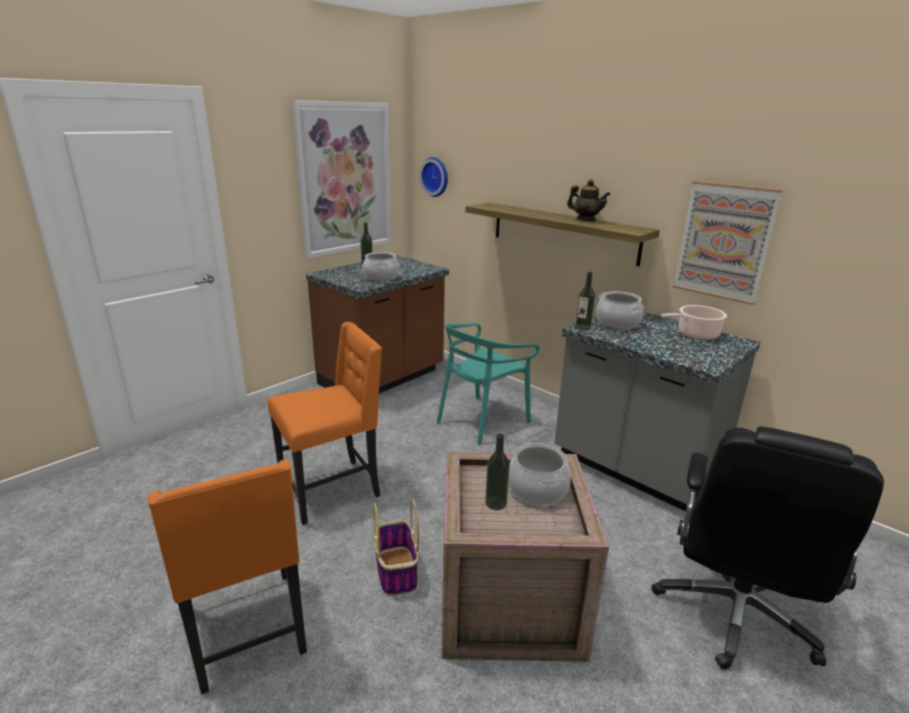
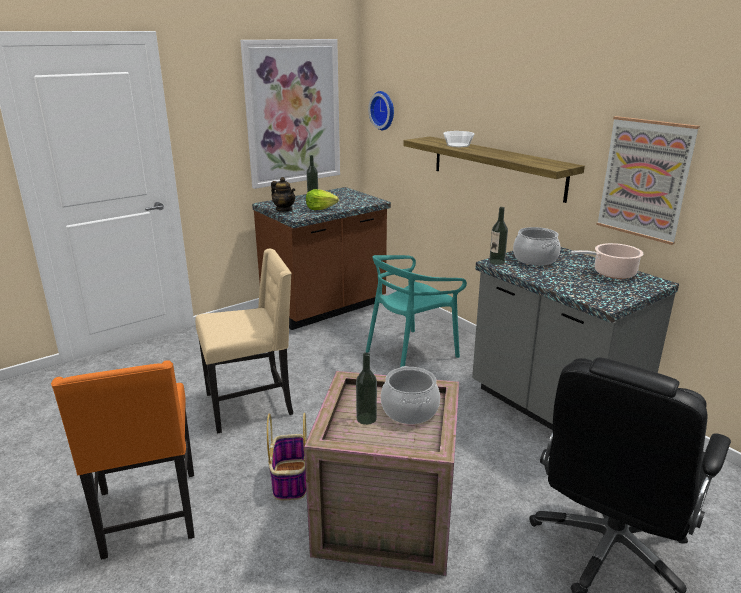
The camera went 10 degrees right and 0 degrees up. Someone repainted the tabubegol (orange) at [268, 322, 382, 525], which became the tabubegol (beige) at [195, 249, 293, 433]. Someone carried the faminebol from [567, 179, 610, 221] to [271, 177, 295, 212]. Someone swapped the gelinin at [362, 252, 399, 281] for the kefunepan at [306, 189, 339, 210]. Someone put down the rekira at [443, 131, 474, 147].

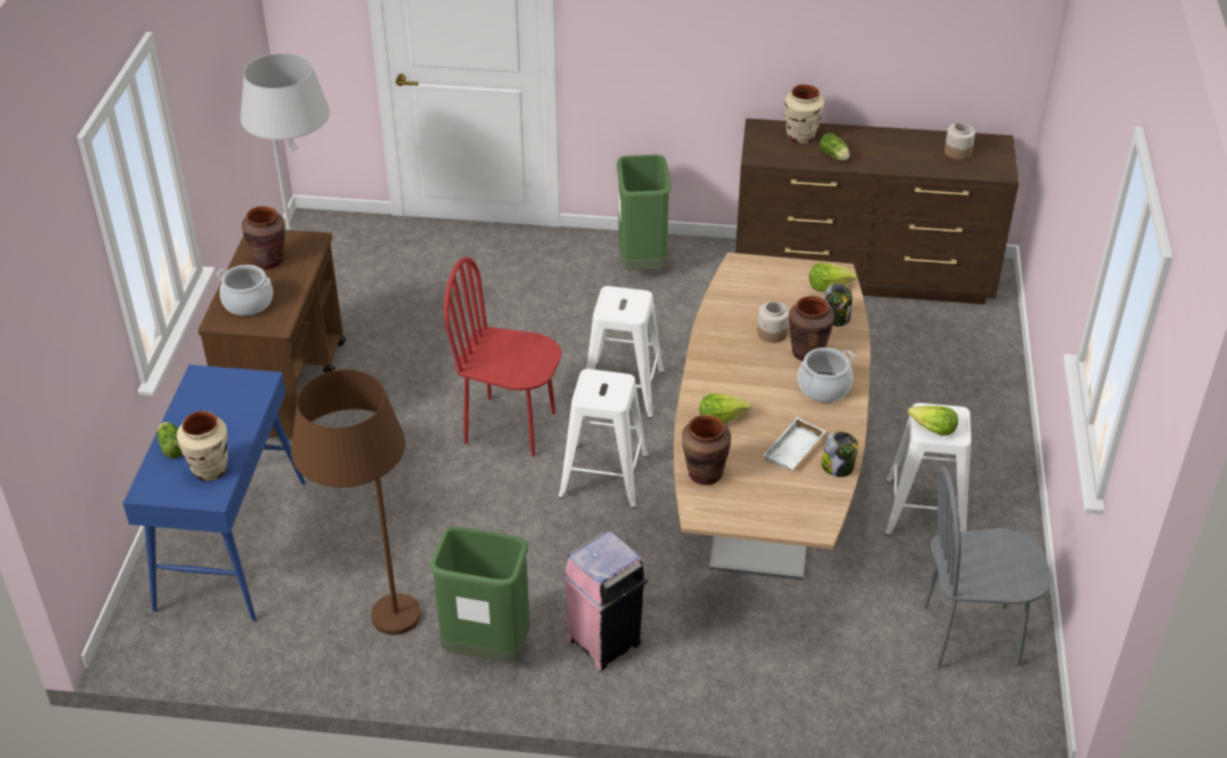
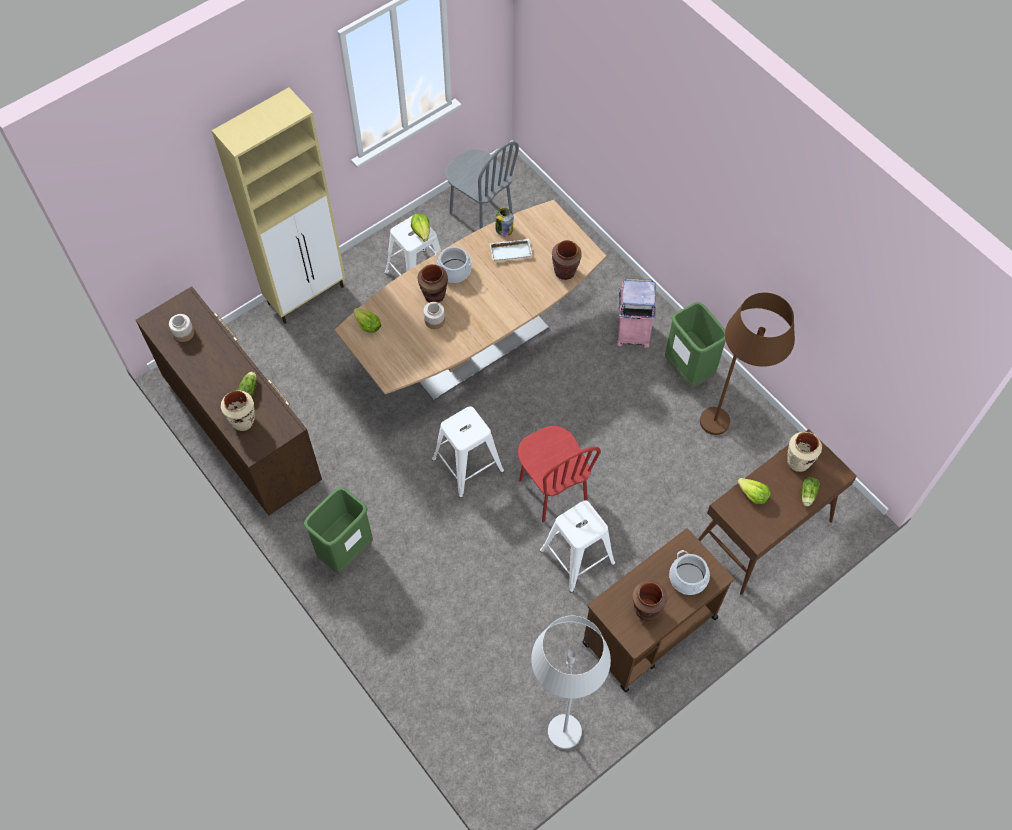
The camera went 135 degrees left and 20 degrees up. Someone put down the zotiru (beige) at [212, 87, 345, 324]. Someone carried the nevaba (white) from [558, 369, 649, 508] to [540, 501, 615, 593]. Someone repainted the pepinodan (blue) at [123, 365, 306, 621], which became the pepinodan (brown) at [698, 429, 857, 595]. Someone carried the kefunepan from [700, 394, 751, 423] to [737, 478, 771, 504]. Someone took away the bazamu at [825, 283, 852, 327].

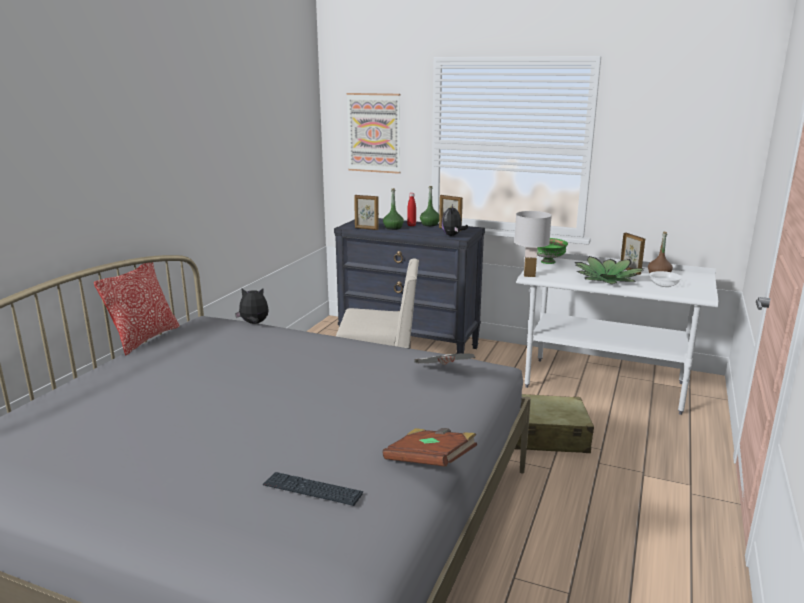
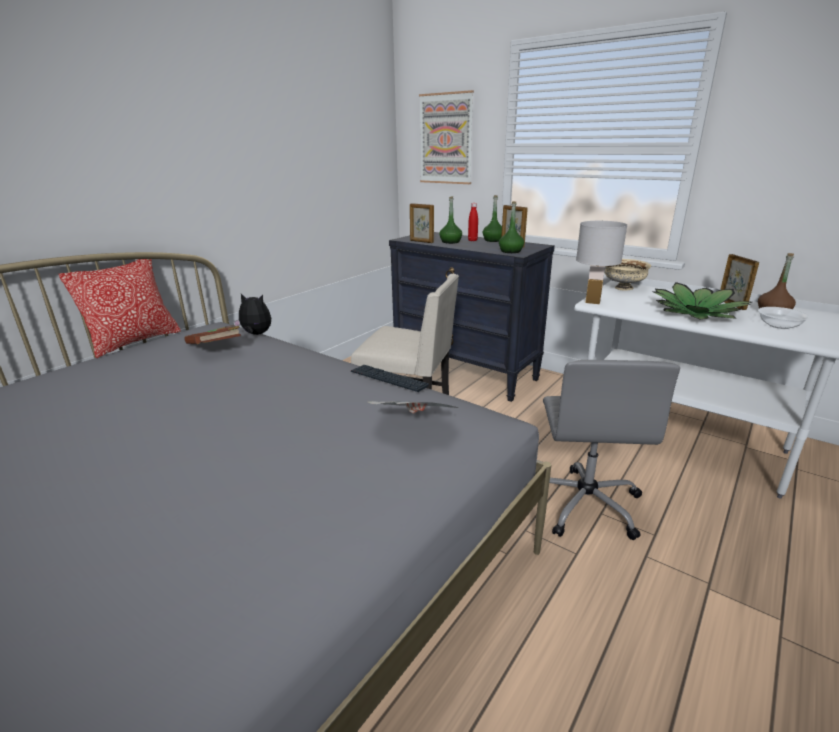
The camera went 15 degrees right and 5 degrees up. Someone carried the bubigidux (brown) from [382, 428, 477, 467] to [184, 325, 241, 344]. Someone carried the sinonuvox from [263, 472, 363, 506] to [351, 365, 429, 392]. Someone swapped the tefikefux at [442, 205, 468, 236] for the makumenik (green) at [499, 201, 524, 253]. Someone swapped the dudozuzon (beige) at [515, 394, 594, 453] for the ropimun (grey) at [543, 360, 680, 540]. Someone repainted the rekira (green) at [537, 238, 568, 264], which became the rekira (beige) at [605, 259, 651, 291].

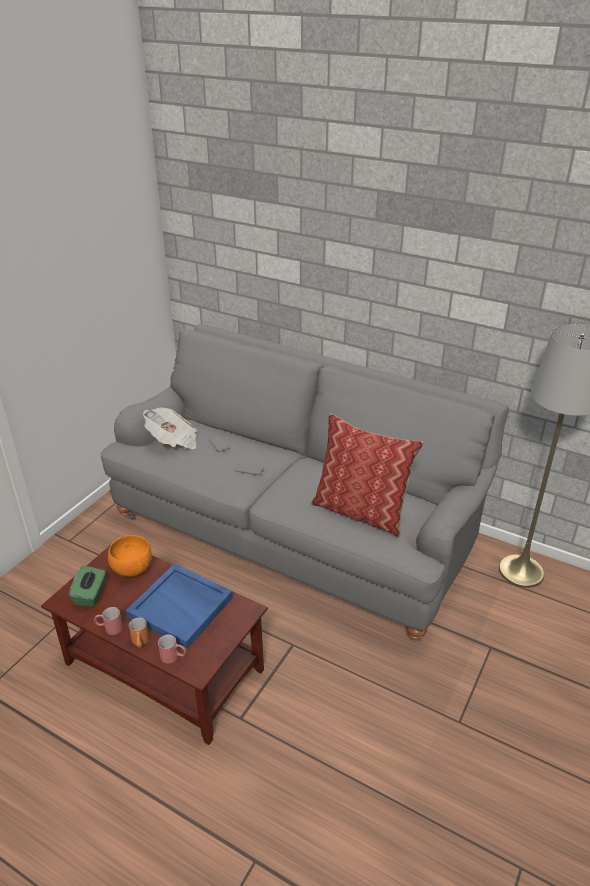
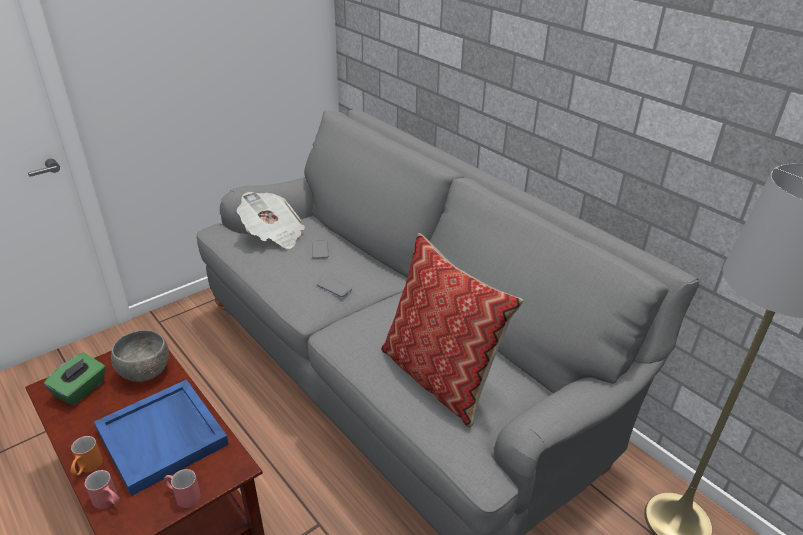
The camera went 20 degrees right and 0 degrees up. Someone repainted the rekira (orange) at [108, 535, 152, 577], which became the rekira (grey) at [111, 330, 169, 382]. Someone carried the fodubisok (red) from [94, 607, 123, 635] to [163, 469, 201, 508].

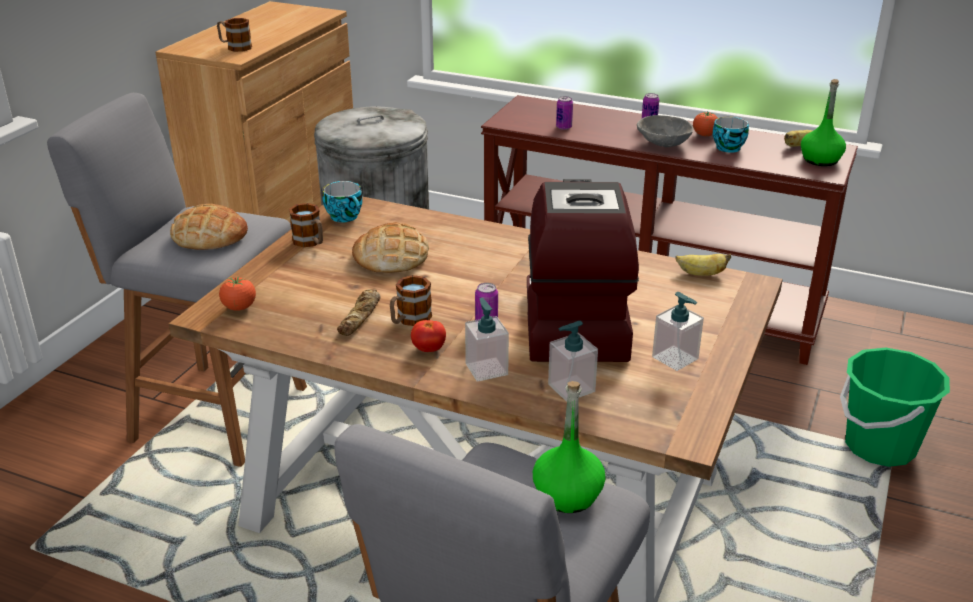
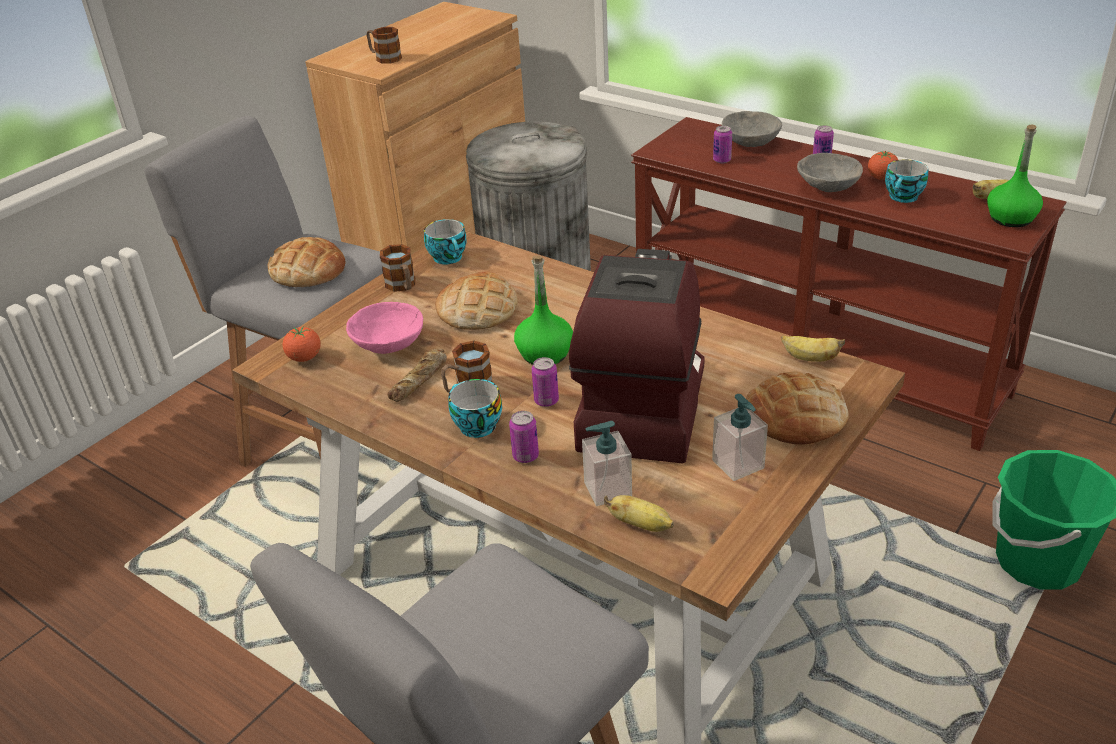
The camera went 15 degrees right and 5 degrees up. Someone put down the rekira (pink) at [346, 302, 423, 354]. Someone swapped the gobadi at [411, 320, 446, 352] for the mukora at [448, 379, 502, 438]. Someone swapped the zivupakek at [465, 298, 509, 382] for the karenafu at [509, 411, 539, 463]. Someone carried the makumenik (green) from [533, 381, 606, 513] to [514, 255, 573, 365]. Someone put down the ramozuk at [604, 495, 674, 532]. Someone put down the rekira (grey) at [722, 111, 782, 147]. Someone put down the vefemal at [746, 371, 848, 445].

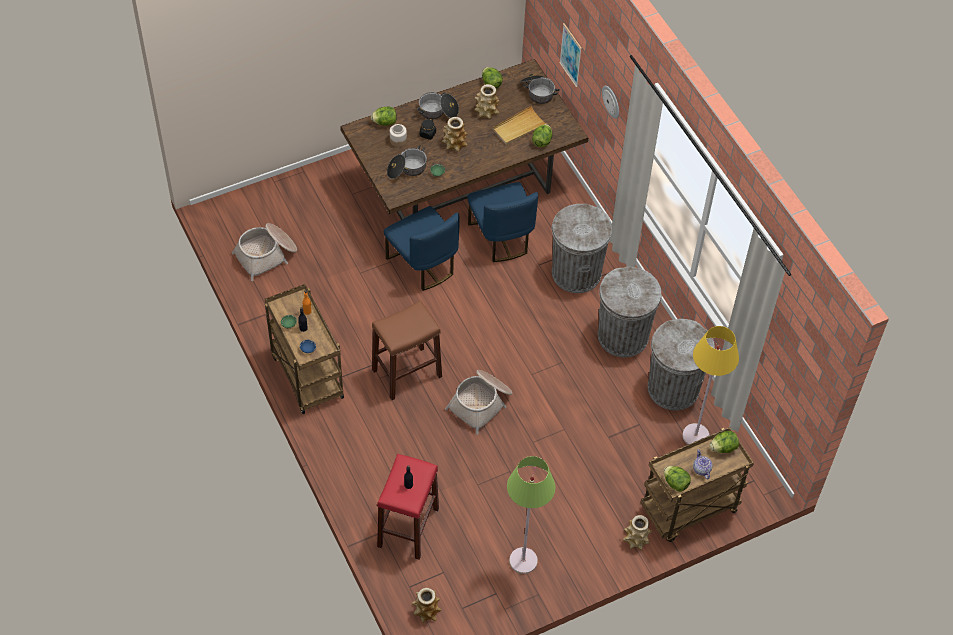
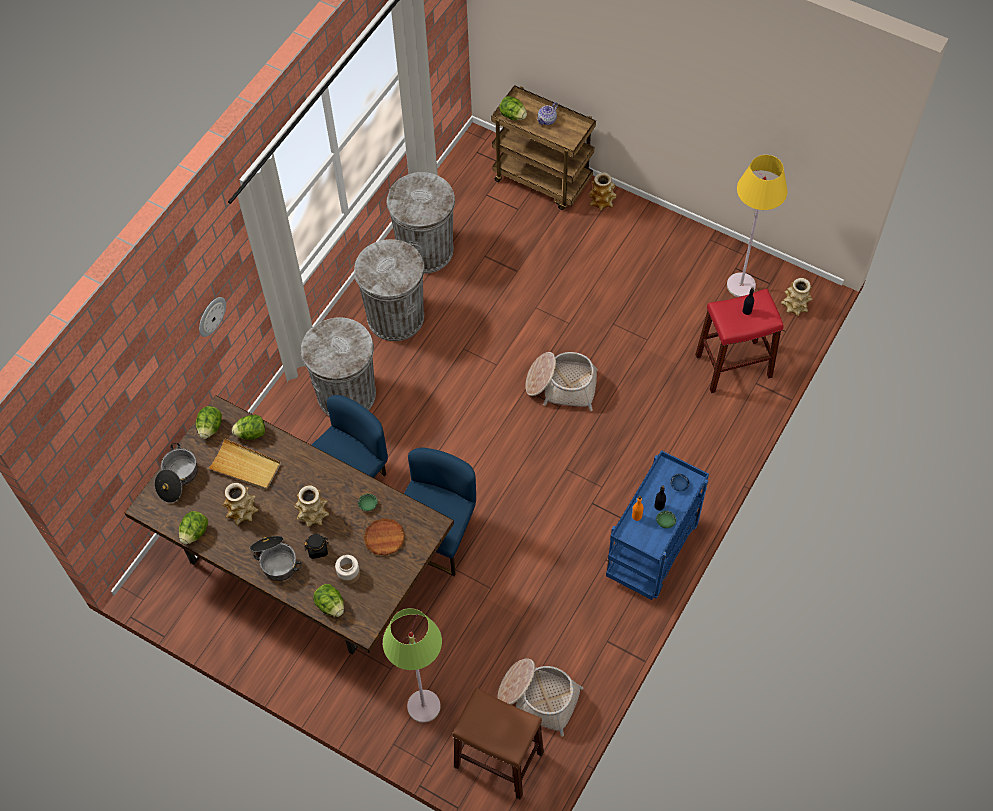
The camera went 120 degrees left and 5 degrees up. Someone carried the kefunepan from [664, 466, 691, 492] to [196, 406, 222, 439]. Someone swapped the gelinin at [387, 145, 427, 179] for the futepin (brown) at [364, 518, 405, 556]. Someone carried the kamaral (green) from [507, 456, 556, 574] to [383, 608, 442, 723]. Someone carried the nevaba (brown) from [372, 301, 442, 400] to [452, 688, 544, 800]. Someone repainted the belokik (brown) at [265, 284, 344, 414], which became the belokik (blue) at [606, 450, 709, 600]. Someone carried the kamaral (yellow) from [682, 326, 739, 444] to [727, 155, 788, 297]. Someone took away the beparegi at [559, 23, 582, 88].

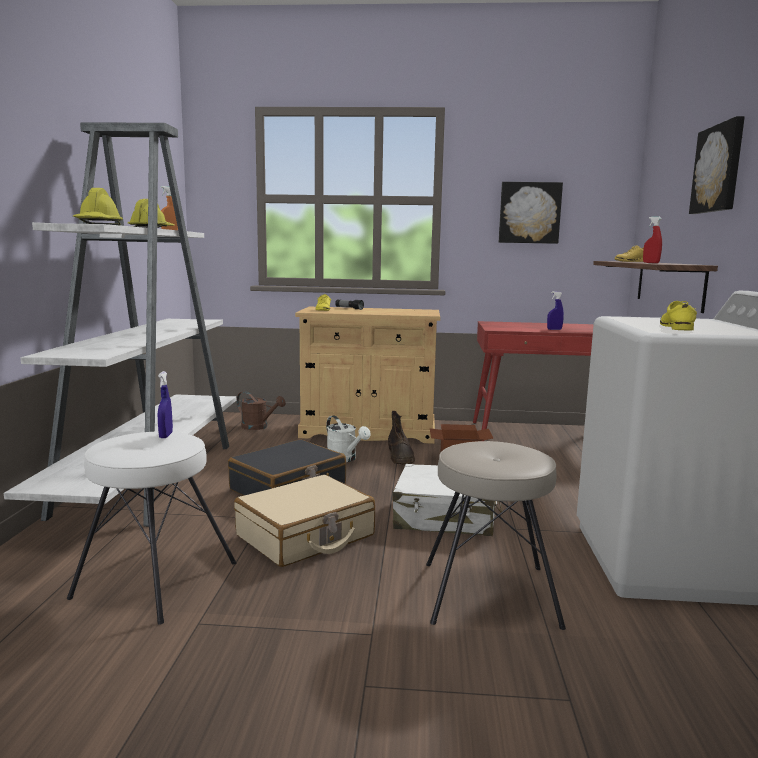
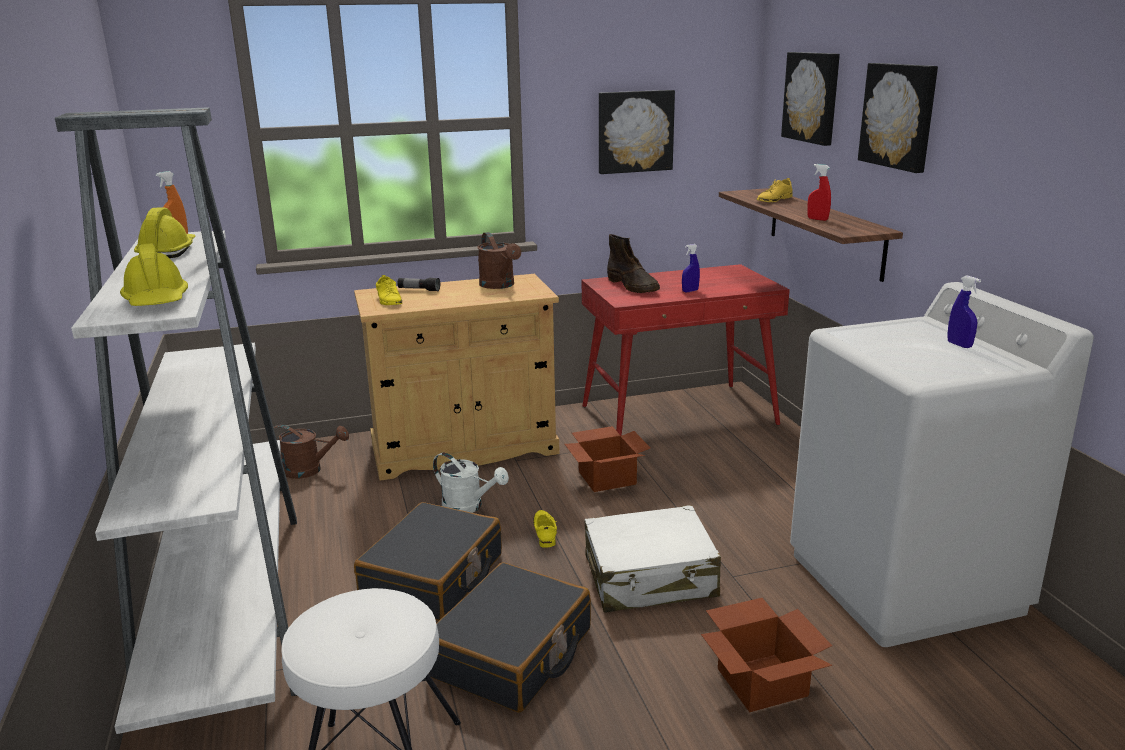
The camera went 20 degrees left and 10 degrees up. Someone repainted the dudozuzon (beige) at [234, 475, 375, 567], which became the dudozuzon (black) at [428, 562, 591, 713]. Someone put down the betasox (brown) at [477, 232, 521, 289]. Someone carried the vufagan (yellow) from [660, 301, 697, 330] to [533, 510, 557, 548]. Someone carried the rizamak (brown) from [388, 411, 415, 465] to [607, 234, 660, 293]. Someone swapped the nevaba (beige) at [426, 441, 566, 630] for the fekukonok at [701, 598, 832, 712]. Someone put up the beparegi at [781, 52, 840, 146]. Someone carried the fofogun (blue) from [158, 371, 173, 438] to [947, 275, 981, 348].

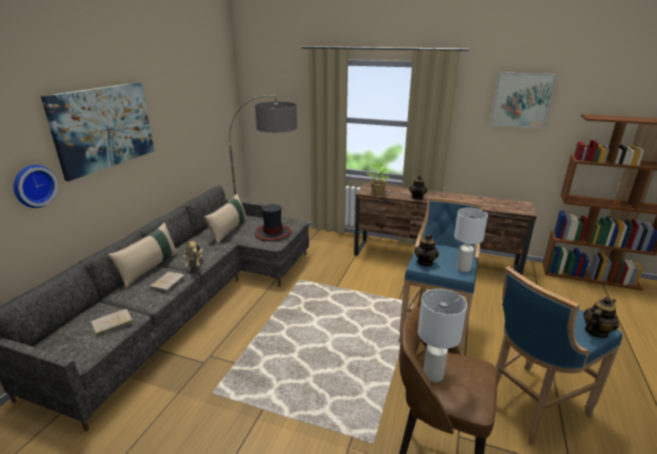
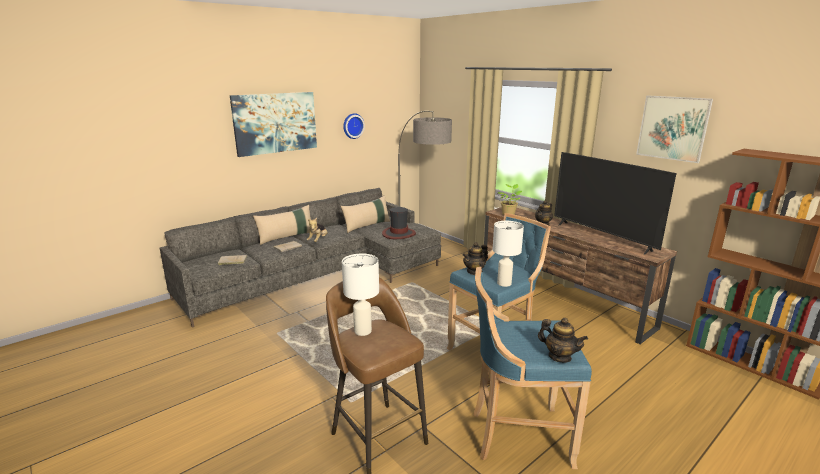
The camera went 30 degrees right and 5 degrees down. Someone carried the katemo from [14, 165, 58, 208] to [343, 113, 365, 139]. Someone rotated the faminebol at [583, 297, 619, 338] by 45 degrees clockwise. Someone put down the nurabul at [554, 152, 677, 255].

